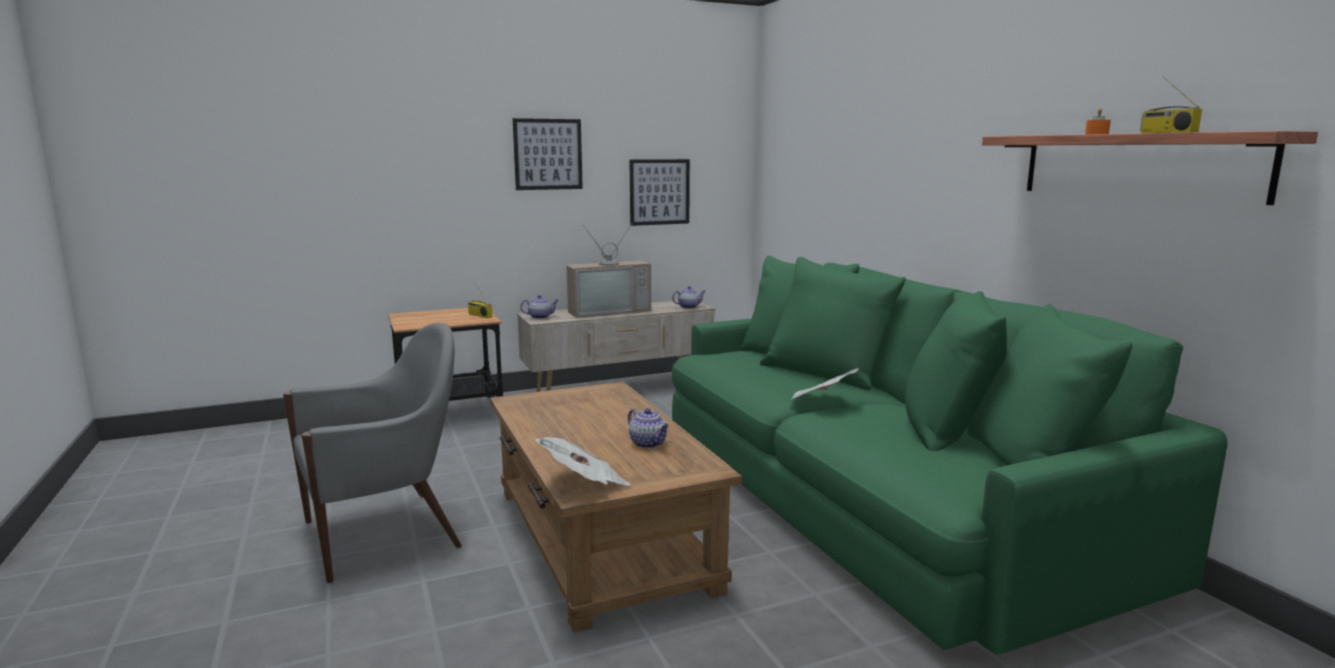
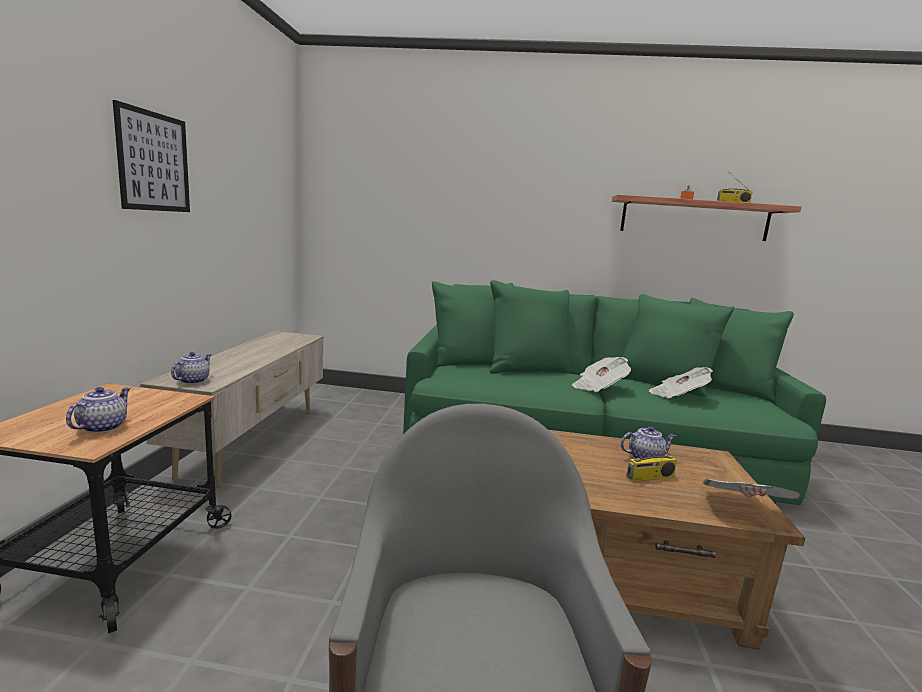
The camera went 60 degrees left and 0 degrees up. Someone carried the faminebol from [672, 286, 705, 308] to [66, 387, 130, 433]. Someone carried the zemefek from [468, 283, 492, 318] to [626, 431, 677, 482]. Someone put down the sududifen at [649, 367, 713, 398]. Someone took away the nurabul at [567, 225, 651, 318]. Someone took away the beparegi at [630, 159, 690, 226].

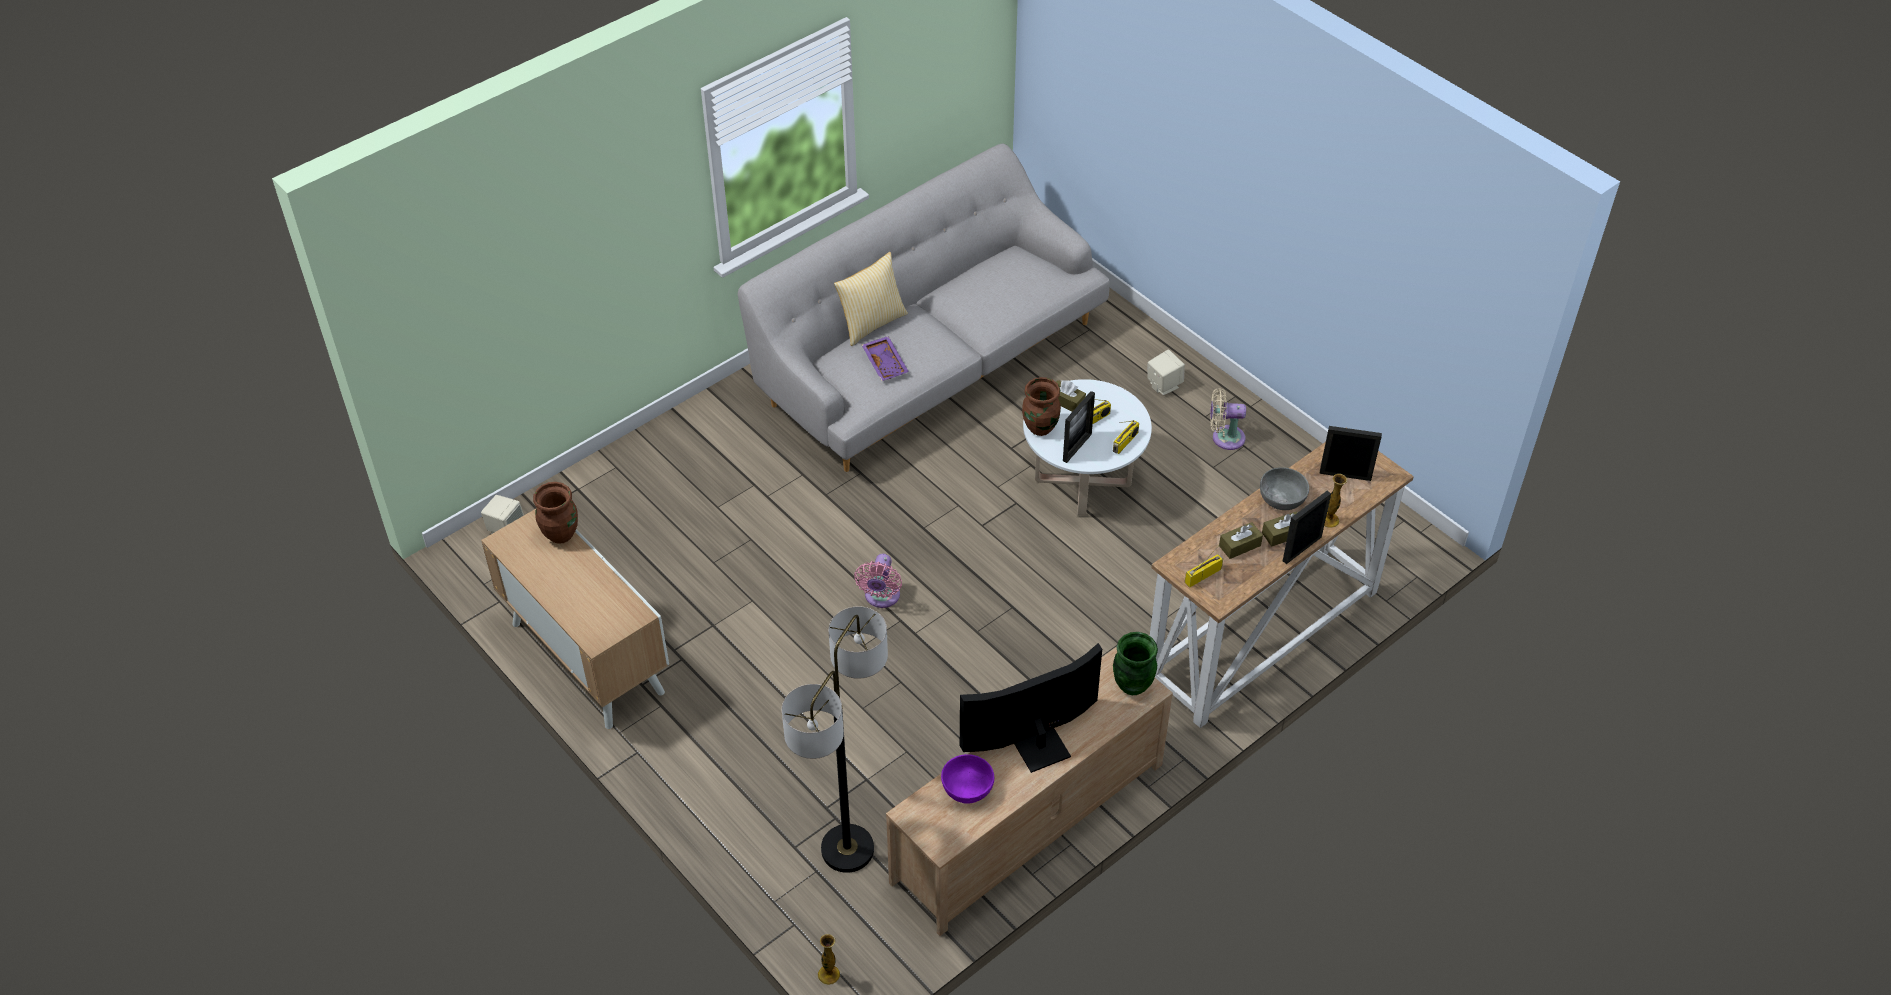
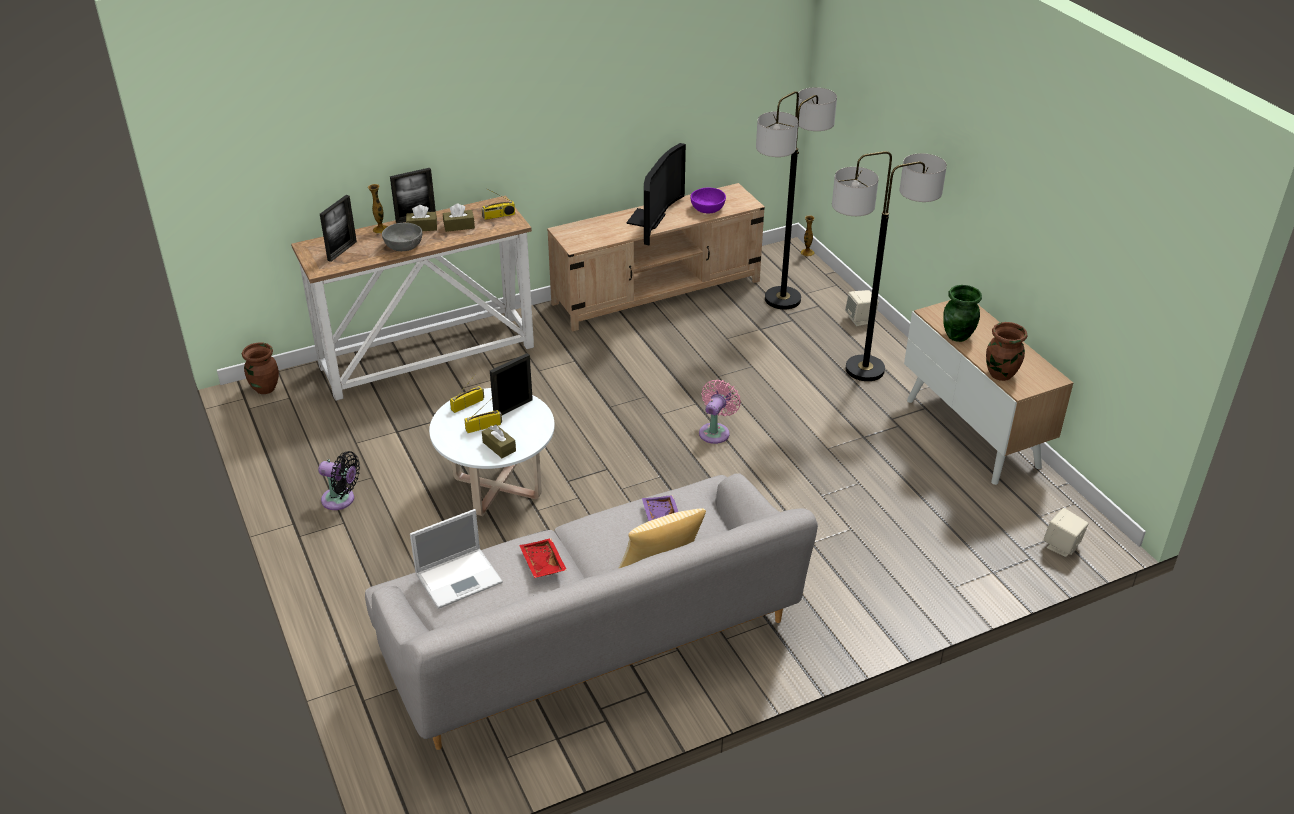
The camera went 165 degrees left and 10 degrees down. Someone carried the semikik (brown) from [1022, 377, 1061, 436] to [242, 343, 279, 394]. Someone repainted the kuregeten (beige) at [1210, 388, 1246, 450], which became the kuregeten (black) at [318, 451, 360, 510]. Someone rotated the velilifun at [1320, 426, 1382, 481] by 90 degrees counterclockwise. Someone put down the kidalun at [410, 509, 503, 609]. Someone put down the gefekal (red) at [519, 538, 567, 578]. Someone rotated the nurabul at [960, 643, 1102, 773] by 60 degrees counterclockwise. Someone put down the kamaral at [832, 151, 947, 381]. Someone carried the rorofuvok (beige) from [1147, 350, 1185, 395] to [845, 290, 879, 326]. Someone carried the semikik (green) from [1113, 632, 1158, 695] to [943, 285, 982, 342].

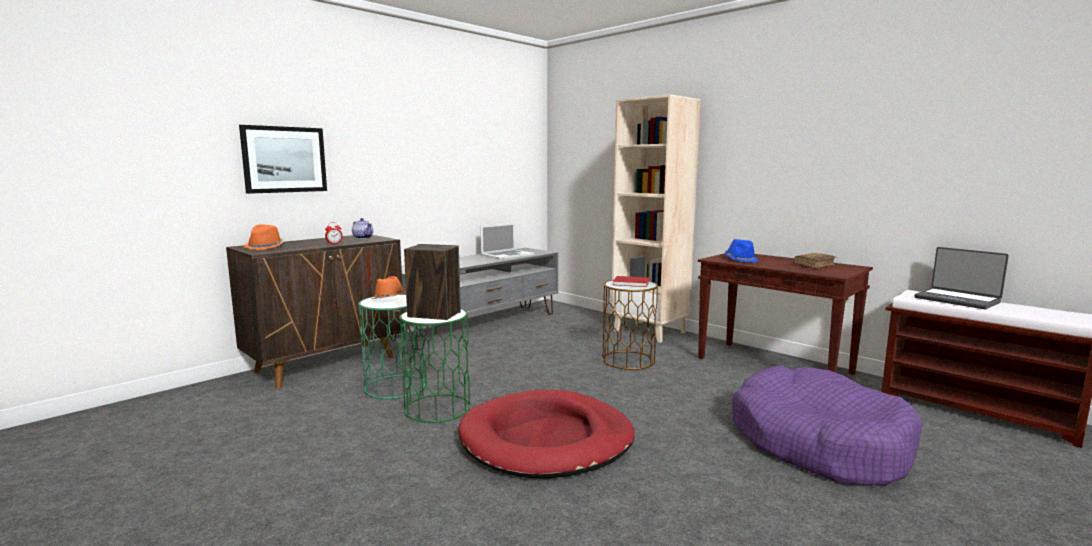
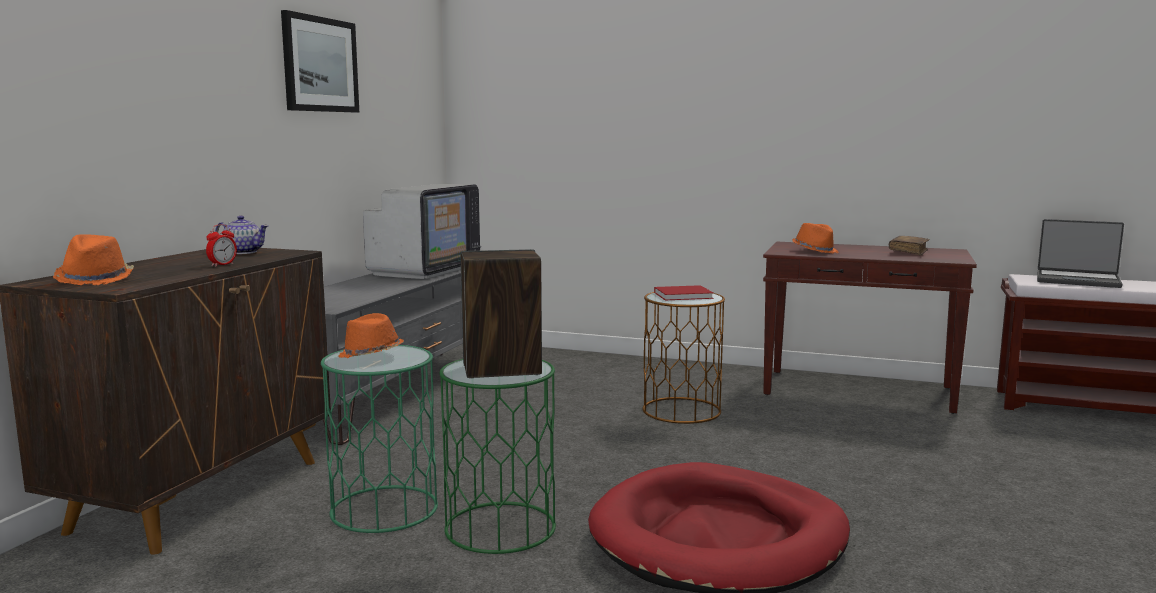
The camera went 25 degrees left and 0 degrees up. Someone carried the beparegi from [239, 125, 327, 194] to [281, 10, 359, 112]. Someone swapped the kidalun at [480, 223, 534, 259] for the nurabul at [363, 184, 481, 279]. Someone repainted the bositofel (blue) at [725, 239, 758, 263], which became the bositofel (orange) at [792, 223, 839, 253]. Someone took away the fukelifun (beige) at [611, 94, 701, 343]. Someone took away the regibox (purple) at [732, 366, 923, 486].

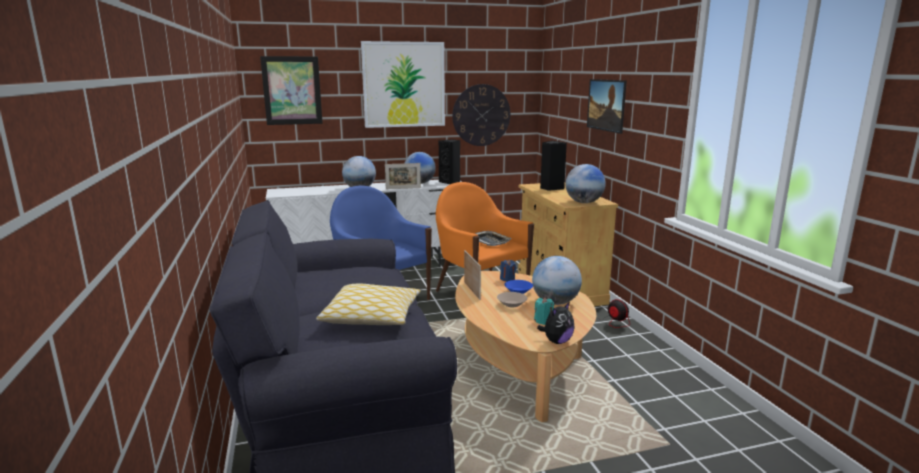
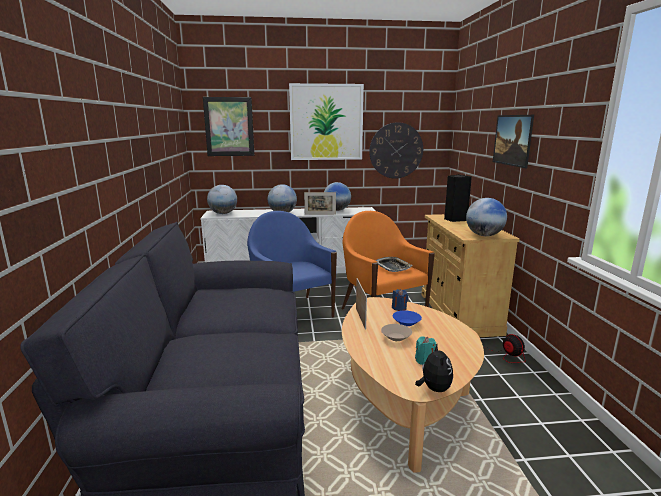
The camera went 10 degrees right and 0 degrees up. Someone carried the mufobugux from [532, 256, 582, 305] to [207, 185, 237, 214]. Someone rotated the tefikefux at [537, 302, 575, 344] by 60 degrees counterclockwise. Someone took away the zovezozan at [316, 284, 420, 325]. Someone took away the rorofuvok (black) at [439, 139, 460, 184].

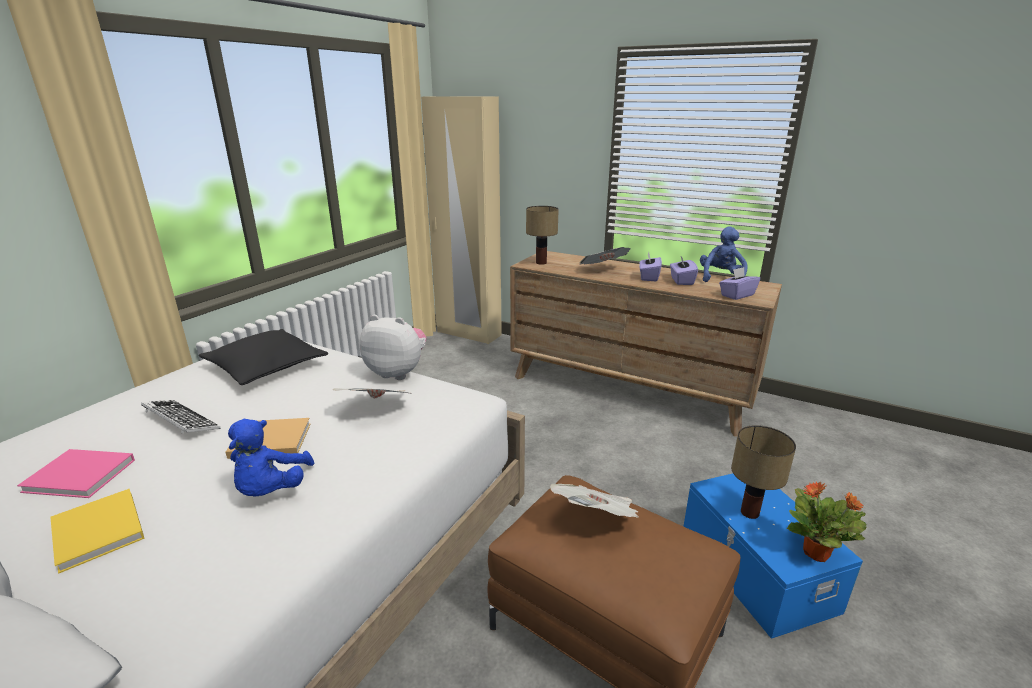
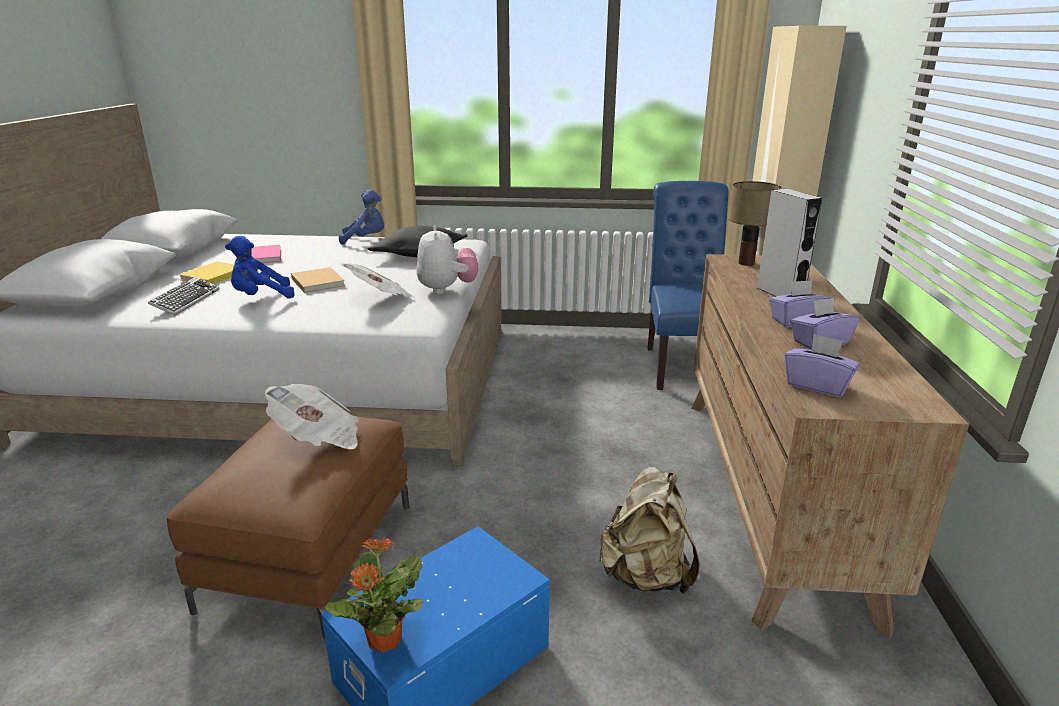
The camera went 65 degrees right and 0 degrees up. Someone carried the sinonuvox from [141, 400, 221, 434] to [148, 277, 219, 315]. Someone carried the tefikefux (blue) from [700, 226, 748, 282] to [339, 189, 384, 245]. Someone put down the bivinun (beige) at [598, 467, 700, 594]. Someone put down the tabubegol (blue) at [647, 181, 729, 390]. Someone swapped the sududifen at [580, 247, 631, 264] for the rorofuvok (grey) at [757, 189, 822, 297]. Someone took away the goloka at [731, 425, 796, 519].

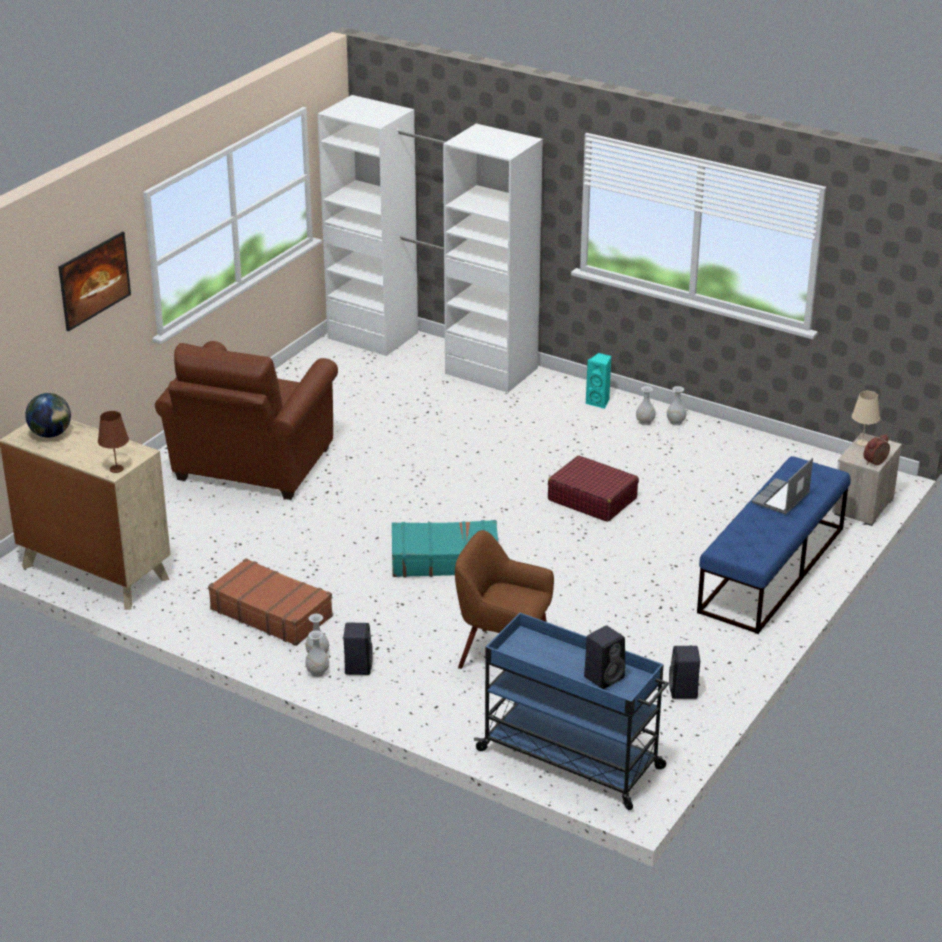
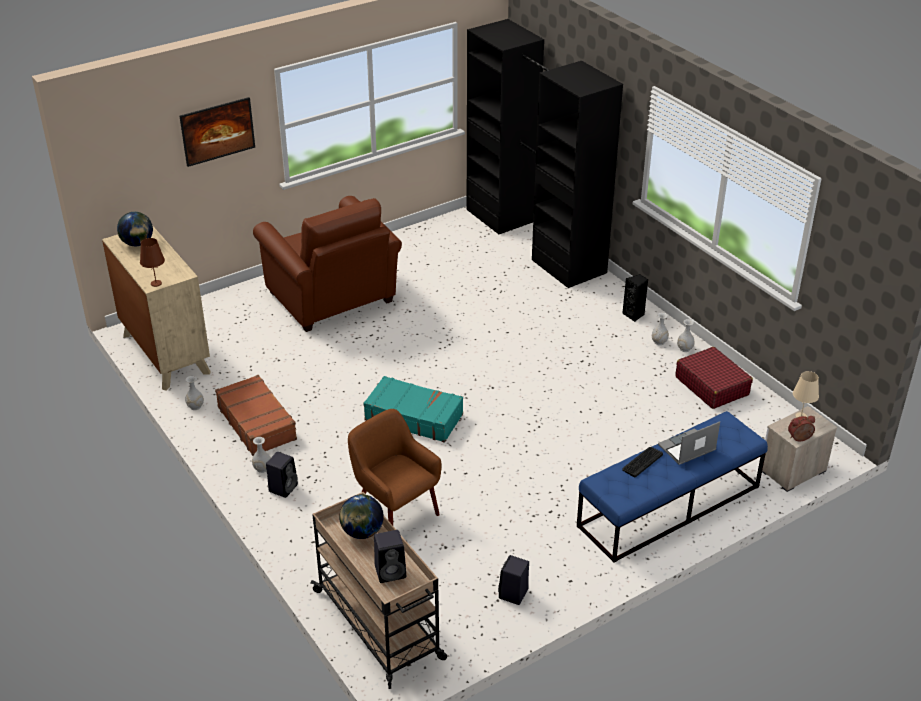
The camera went 25 degrees right and 5 degrees up. Someone carried the semikik (white) from [305, 630, 329, 677] to [185, 376, 204, 410]. Someone rotated the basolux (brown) at [155, 341, 338, 500] by 75 degrees counterclockwise. Someone repainted the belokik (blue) at [474, 613, 669, 810], which became the belokik (beige) at [310, 492, 447, 689]. Someone put down the mufobugux at [339, 494, 384, 539]. Someone repainted the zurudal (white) at [317, 95, 543, 393], which became the zurudal (black) at [467, 19, 623, 288]. Someone repainted the rorofuvok (turquoise) at [586, 353, 611, 409], which became the rorofuvok (black) at [622, 274, 648, 322]. Someone put down the sinonuvox at [622, 447, 663, 478]. Someone carried the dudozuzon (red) from [548, 456, 639, 522] to [675, 347, 753, 409].

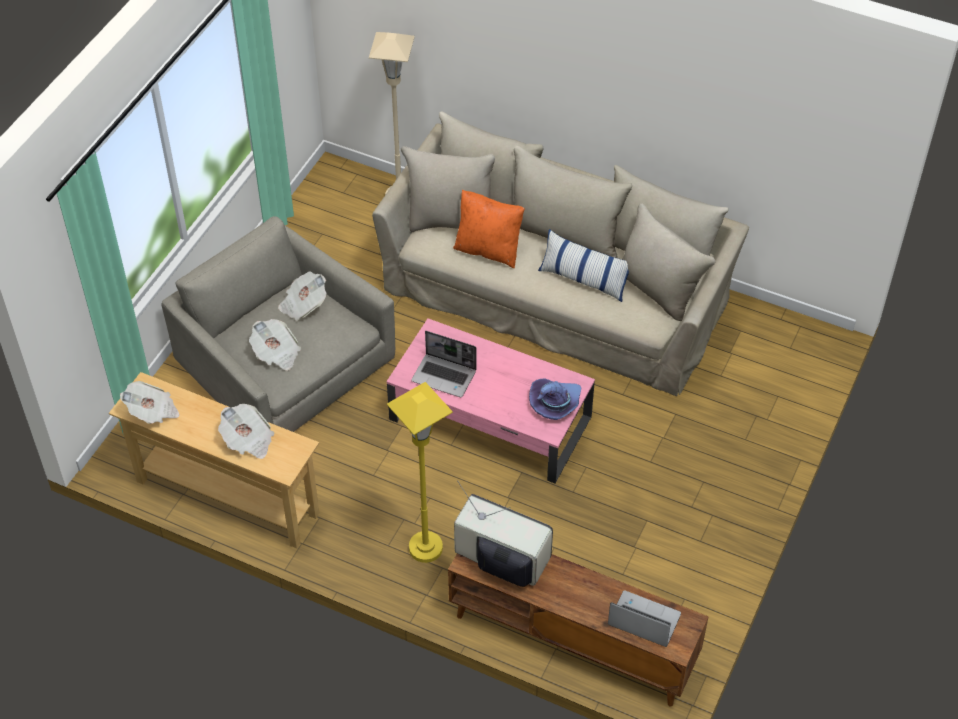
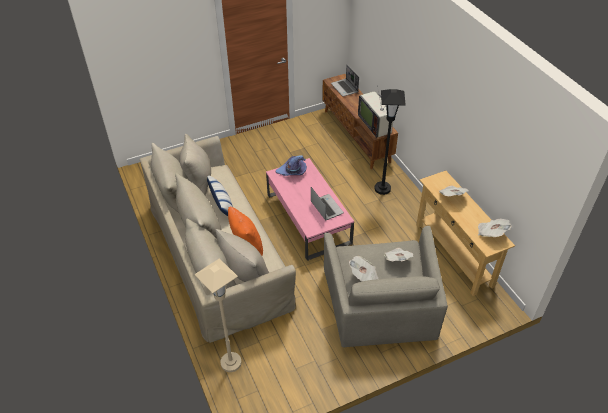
The camera went 140 degrees left and 5 degrees down. Someone repainted the kamaral (yellow) at [387, 382, 453, 563], which became the kamaral (black) at [374, 89, 406, 195].

